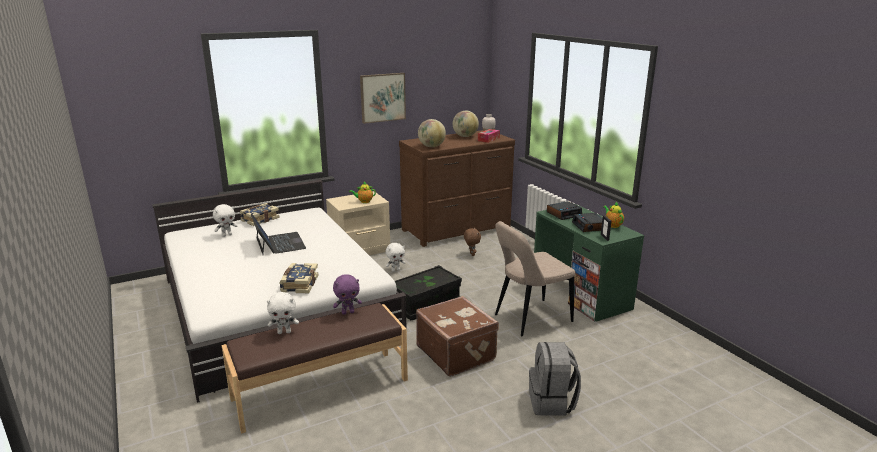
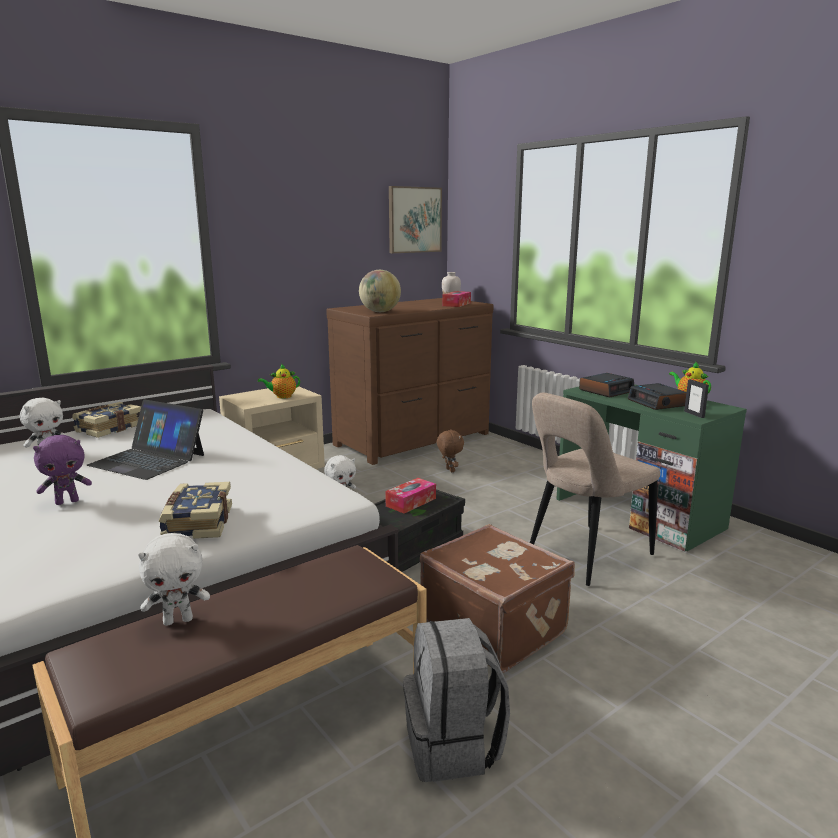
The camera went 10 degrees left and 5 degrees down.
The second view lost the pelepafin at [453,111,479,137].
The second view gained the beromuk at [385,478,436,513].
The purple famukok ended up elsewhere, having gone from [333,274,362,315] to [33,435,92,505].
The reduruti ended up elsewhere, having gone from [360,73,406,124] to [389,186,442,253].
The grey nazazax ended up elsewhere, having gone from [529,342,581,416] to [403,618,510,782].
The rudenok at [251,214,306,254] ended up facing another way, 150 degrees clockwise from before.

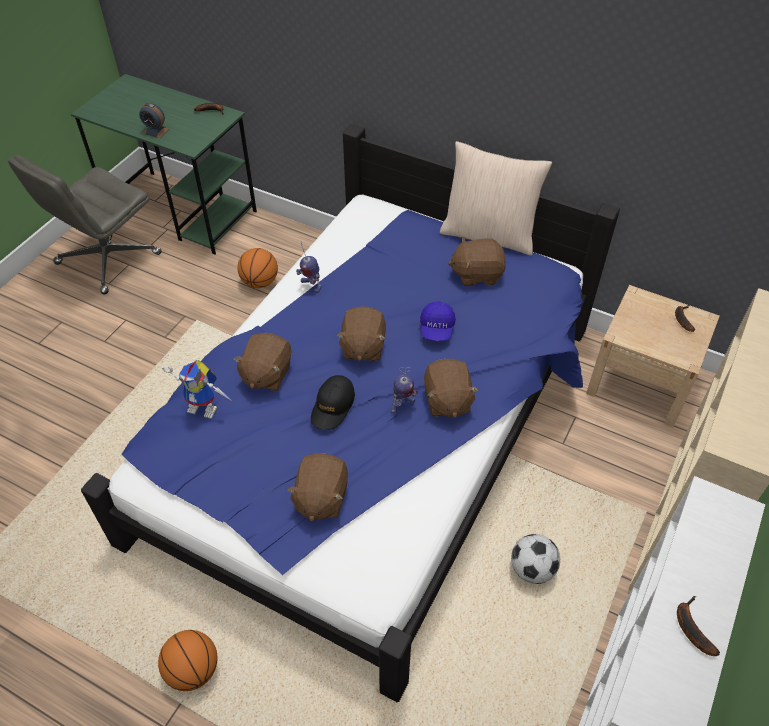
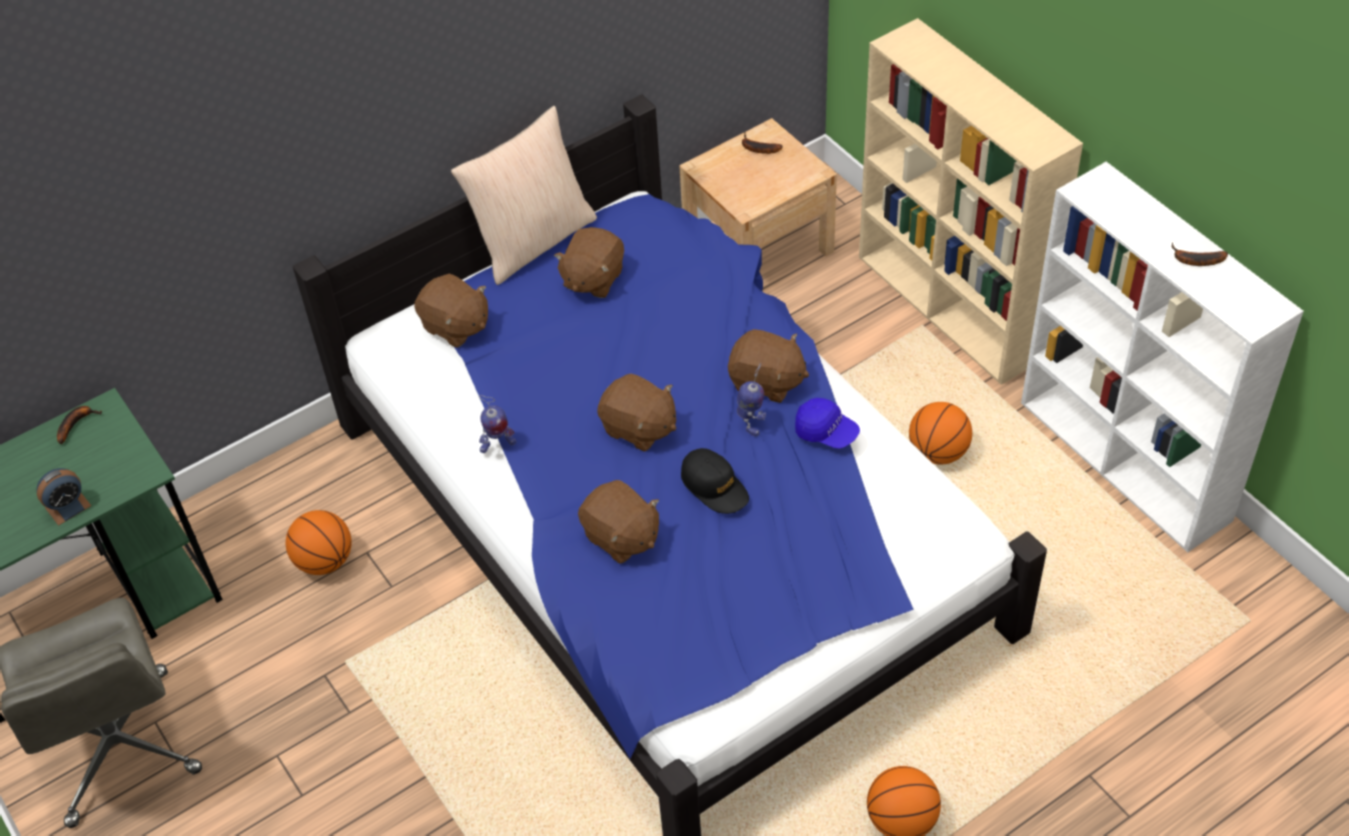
The camera went 60 degrees left and 0 degrees up.
The second view lost the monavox at [162,360,233,419].
The brown famukok ended up elsewhere, having gone from [287,453,348,522] to [414,274,488,348].
The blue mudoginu ended up elsewhere, having gone from [420,301,456,341] to [795,398,860,449].
Where the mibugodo stood at [511,534,560,584], the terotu came to stand at [909,402,972,465].

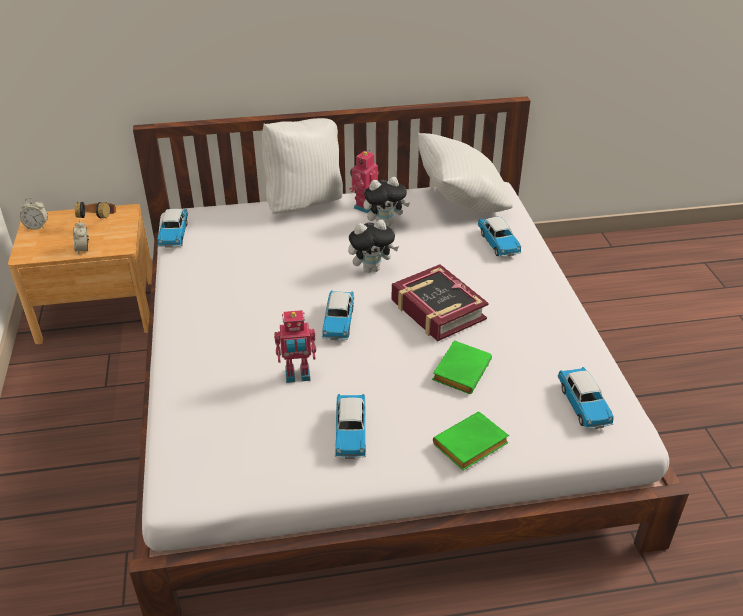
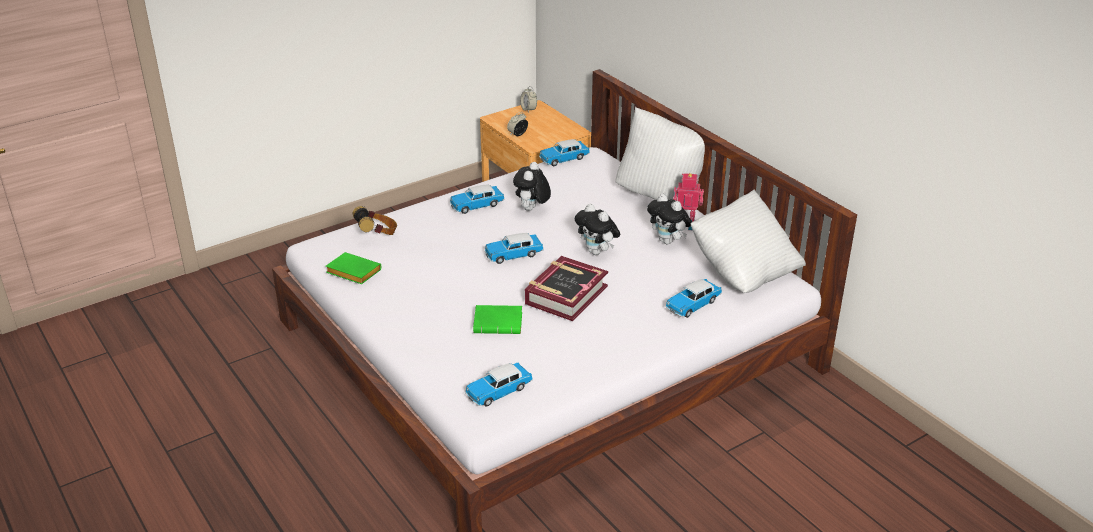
The camera went 65 degrees right and 5 degrees down.
The second view lost the monavox at [274,310,316,383].
The second view gained the famukok at [513,162,551,211].
The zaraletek ended up elsewhere, having gone from [75,202,116,218] to [353,206,397,235].
The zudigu ended up elsewhere, having gone from [335,394,366,459] to [450,184,505,214].
The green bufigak ended up elsewhere, having gone from [433,412,509,470] to [326,252,381,284].

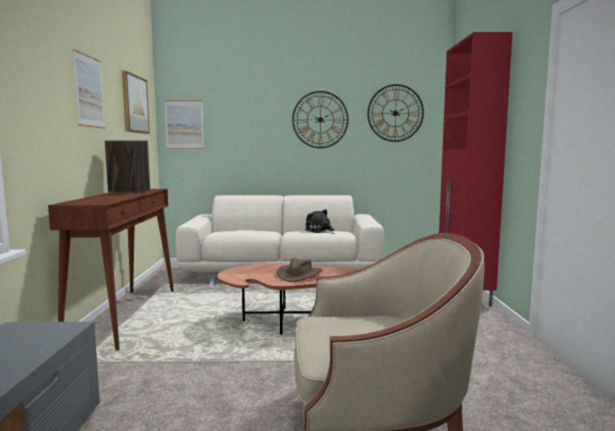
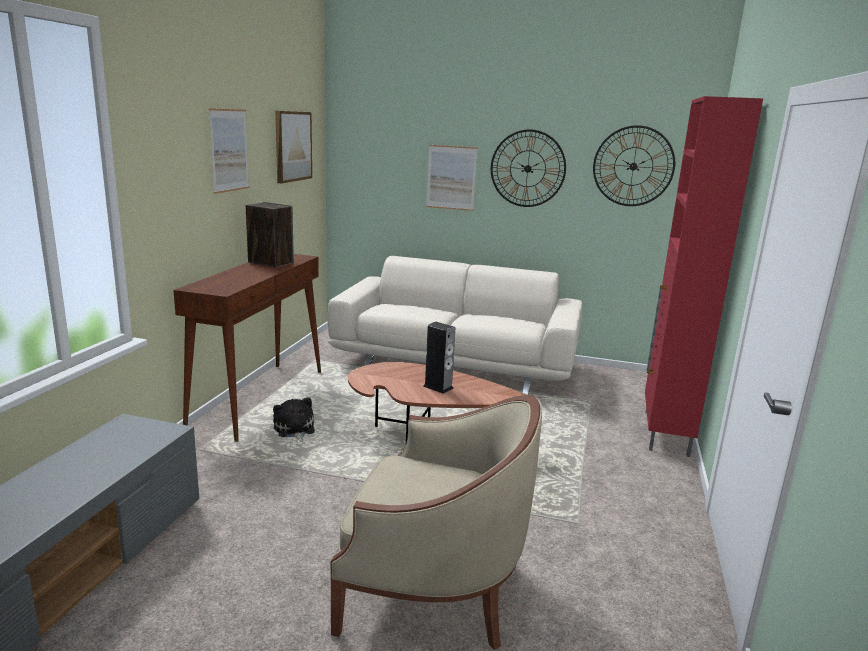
The camera went 15 degrees right and 10 degrees up.
The reduruti ended up elsewhere, having gone from [164,100,204,149] to [426,145,478,211].
The famukok ended up elsewhere, having gone from [305,209,335,234] to [273,397,315,442].
Where the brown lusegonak stood at [277,258,323,282], the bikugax came to stand at [423,322,455,394].

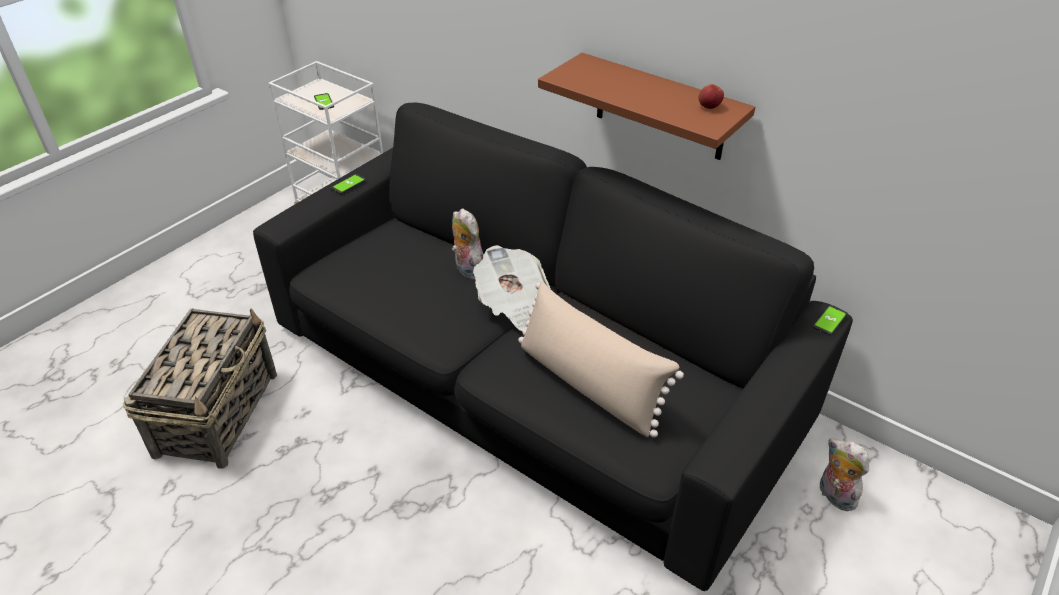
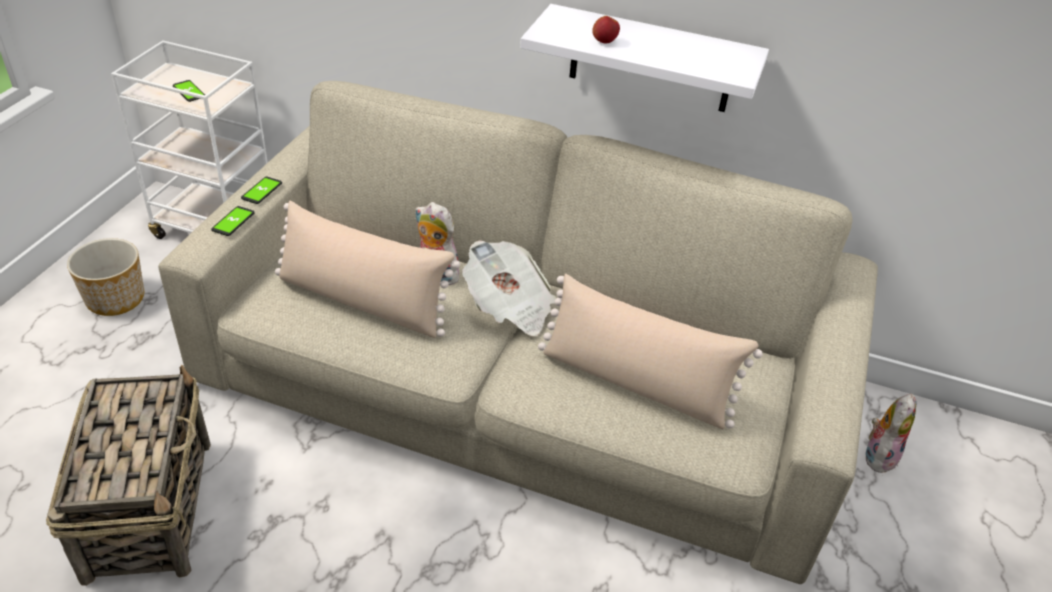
The camera went 20 degrees left and 0 degrees up.
The second view gained the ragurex at [67,238,144,316].
The second view gained the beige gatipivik at [275,200,460,338].
The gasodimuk ended up elsewhere, having gone from [699,84,724,109] to [592,16,620,44].
The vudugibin ended up elsewhere, having gone from [813,305,848,335] to [211,206,255,236].
What was the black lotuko at [253,103,853,591] turned into the beige lotuko at [158,81,878,584].
What was the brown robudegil at [538,53,755,160] turned into the white robudegil at [520,4,769,112].
The famukok at [819,438,869,511] ended up facing another way, 90 degrees clockwise from before.

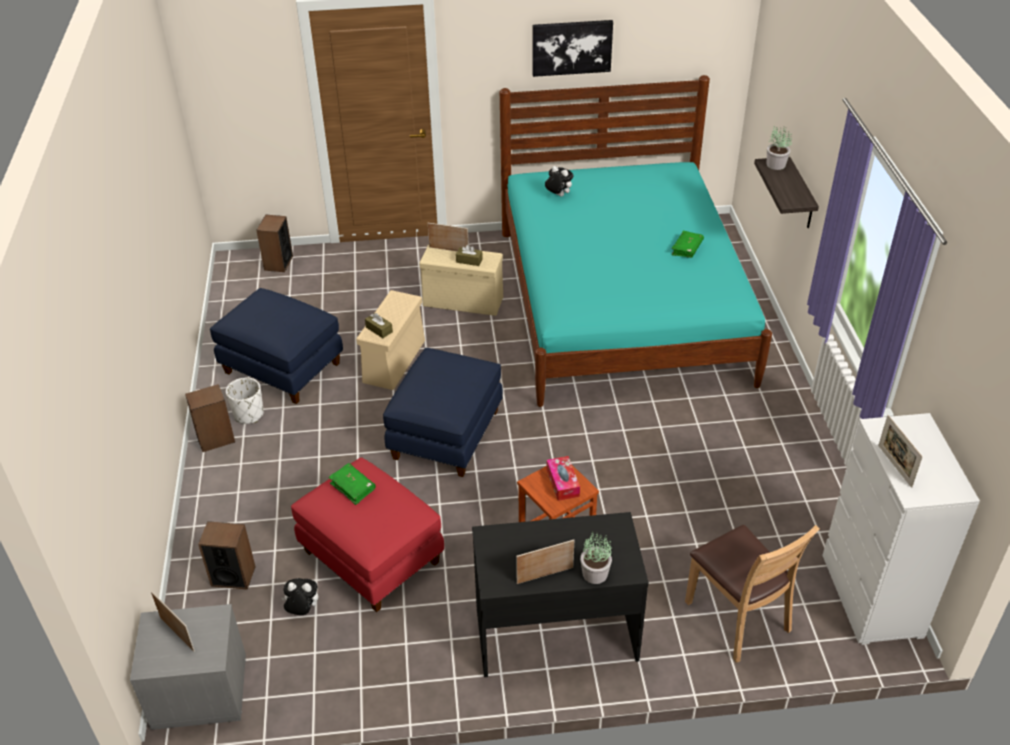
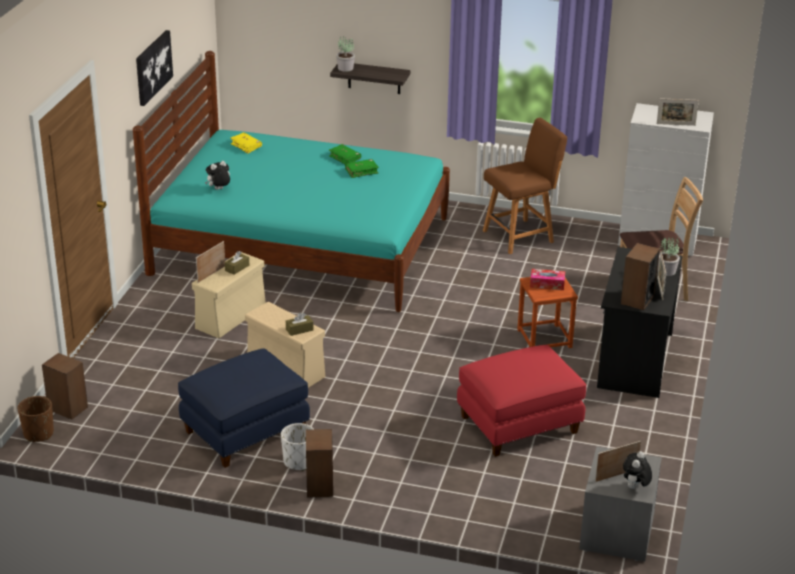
The camera went 70 degrees left and 10 degrees down.
The second view lost the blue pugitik at [383,348,503,477].
The second view gained the brown ragurex at [18,396,54,442].
The second view gained the yellow bufigak at [230,132,262,154].
The second view gained the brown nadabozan at [483,118,567,254].
The bikugax ended up elsewhere, having gone from [198,521,256,590] to [621,243,660,310].
The famukok ended up elsewhere, having gone from [281,578,318,615] to [623,451,652,489].
The green bufigak ended up elsewhere, having gone from [329,463,376,505] to [345,159,379,178].

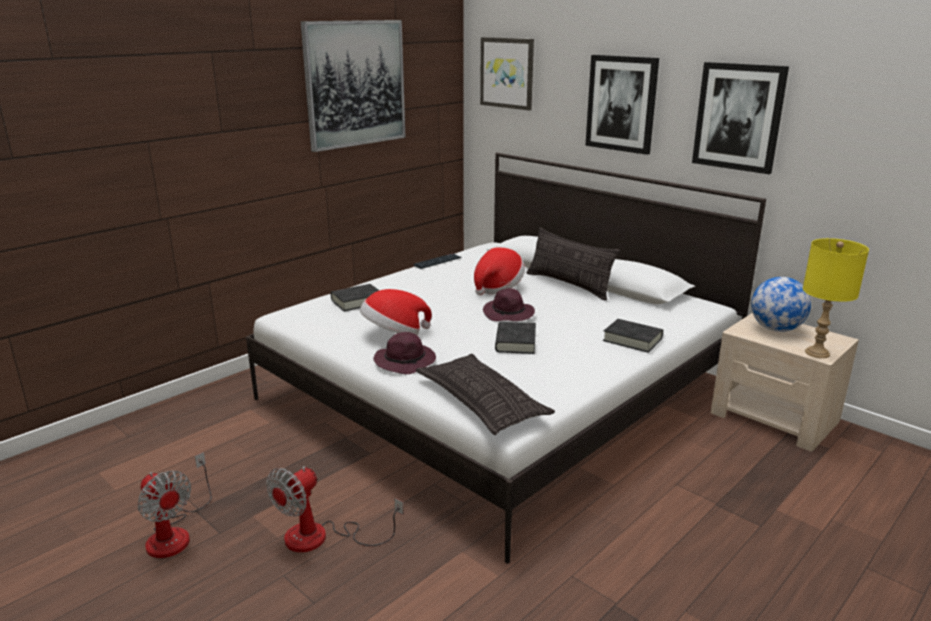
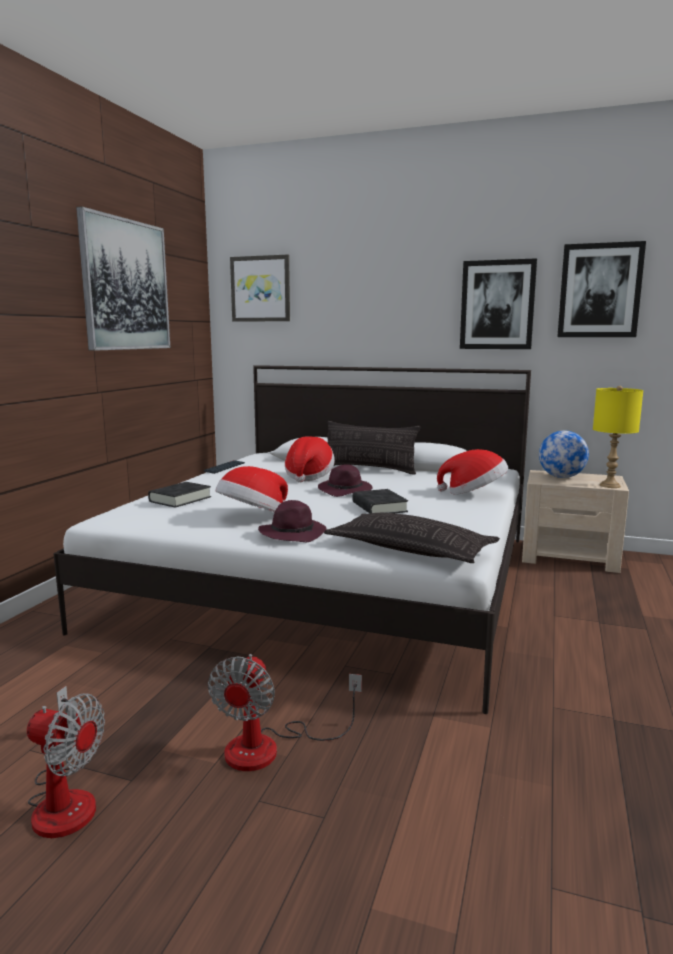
The camera went 25 degrees left and 10 degrees down.
The reduruti ended up elsewhere, having gone from [585,55,659,155] to [557,241,646,337].
Where the black bufigak stood at [603,319,663,353], the lusegonak came to stand at [437,449,508,495].

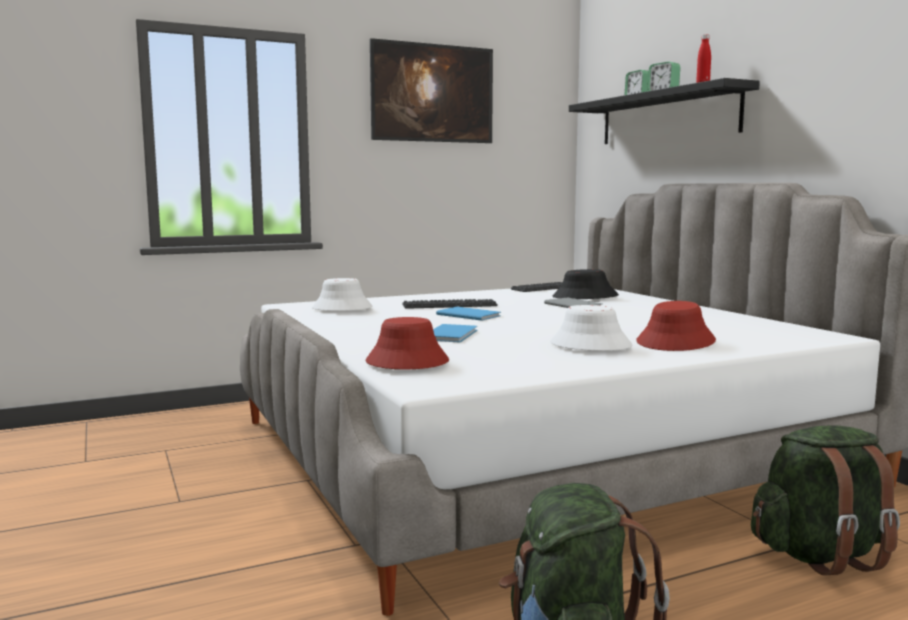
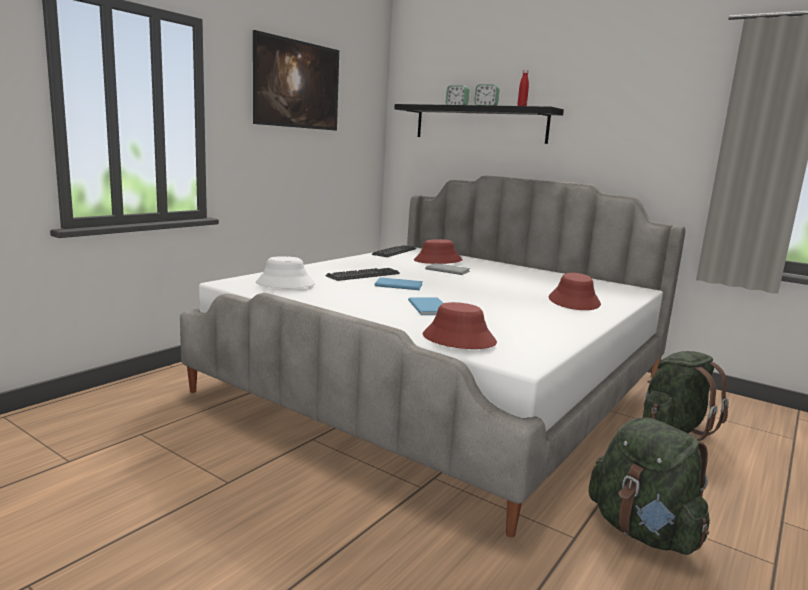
The camera went 30 degrees left and 5 degrees up.
The second view lost the white lusegonak at [550,305,633,351].
What was the black lusegonak at [552,269,619,299] turned into the red lusegonak at [414,239,463,264].

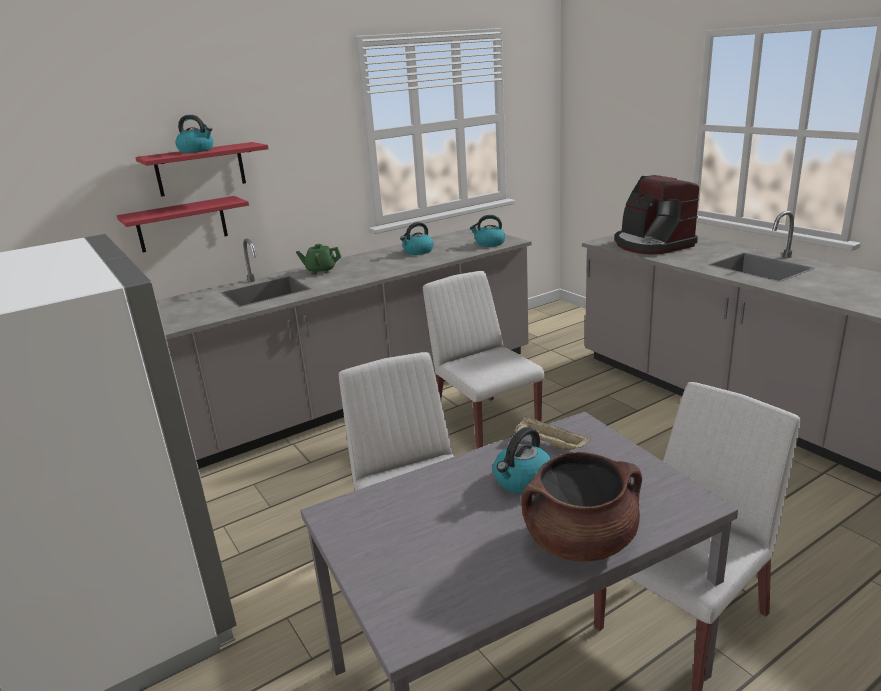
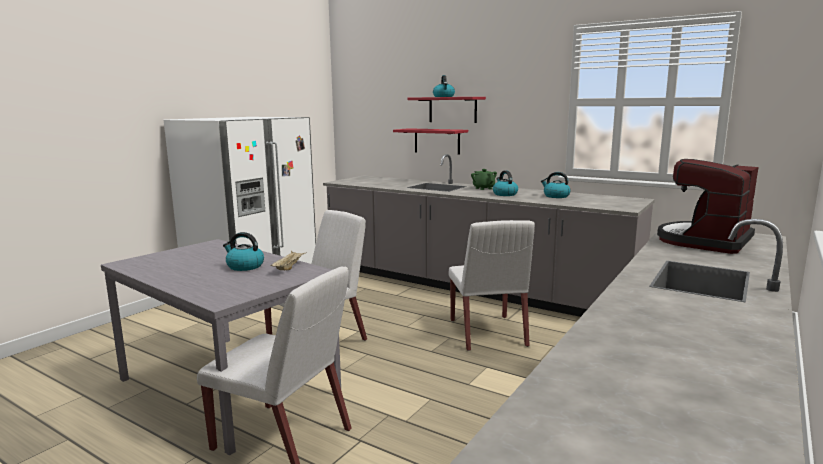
The camera went 65 degrees right and 10 degrees down.
The second view lost the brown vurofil at [521,452,642,561].
The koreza ended up elsewhere, having gone from [470,215,505,247] to [493,171,518,196].
The white nadabozan at [423,271,545,449] ended up facing another way, 135 degrees clockwise from before.

